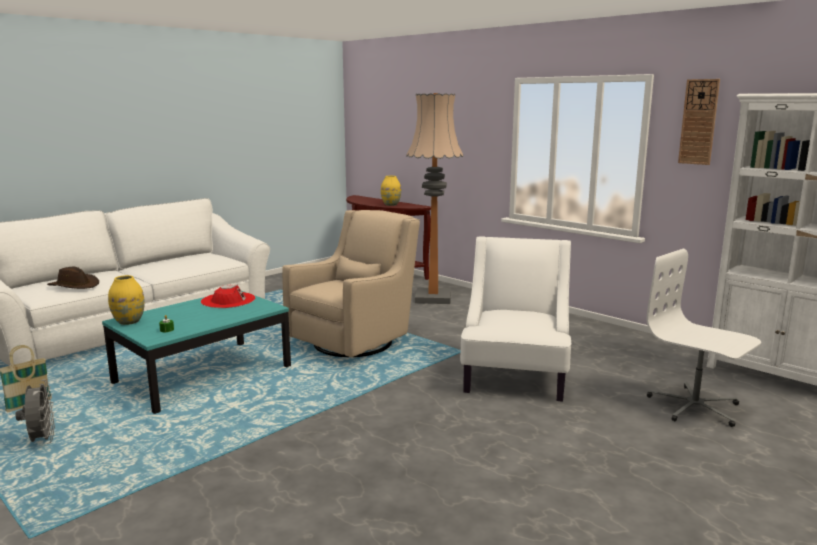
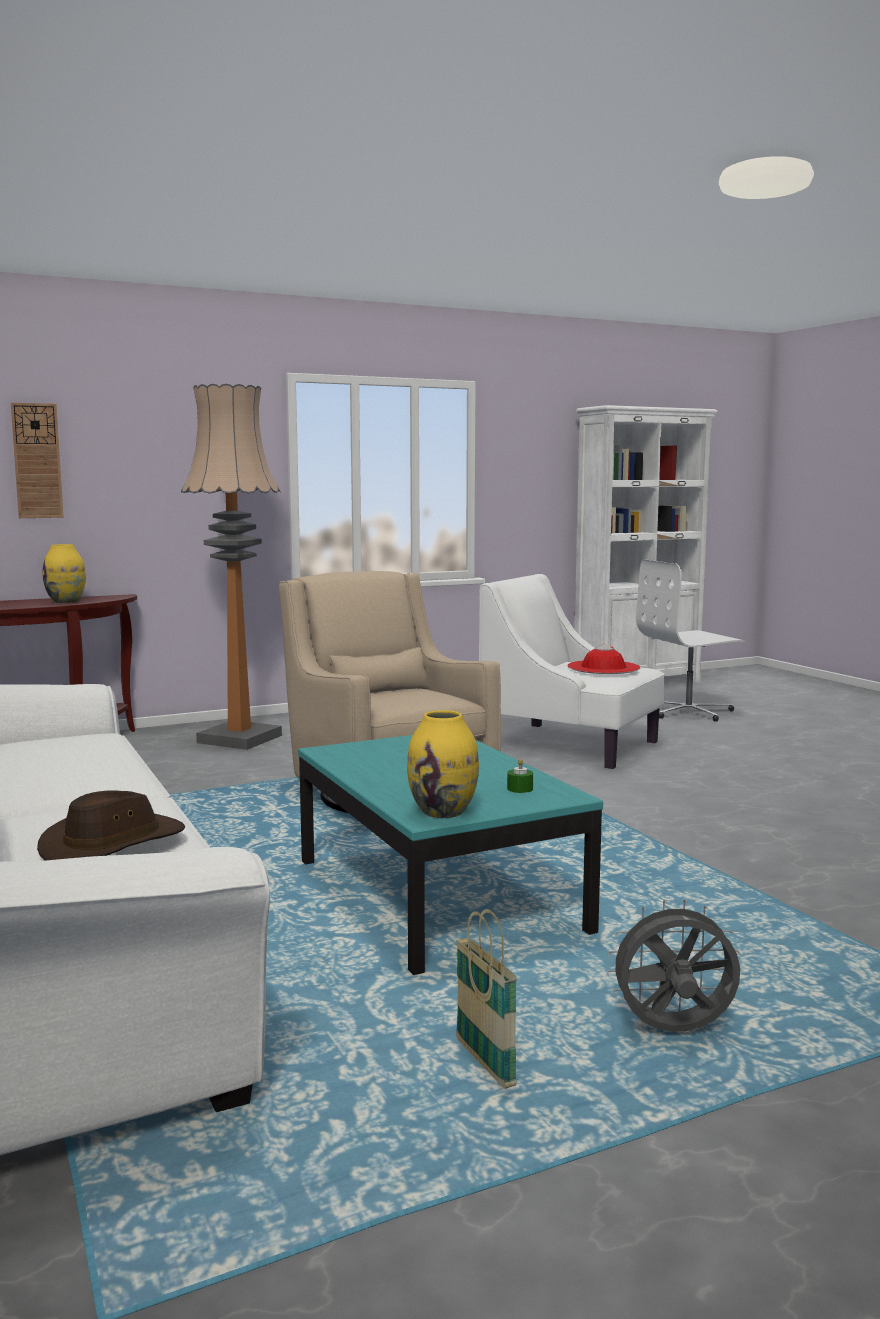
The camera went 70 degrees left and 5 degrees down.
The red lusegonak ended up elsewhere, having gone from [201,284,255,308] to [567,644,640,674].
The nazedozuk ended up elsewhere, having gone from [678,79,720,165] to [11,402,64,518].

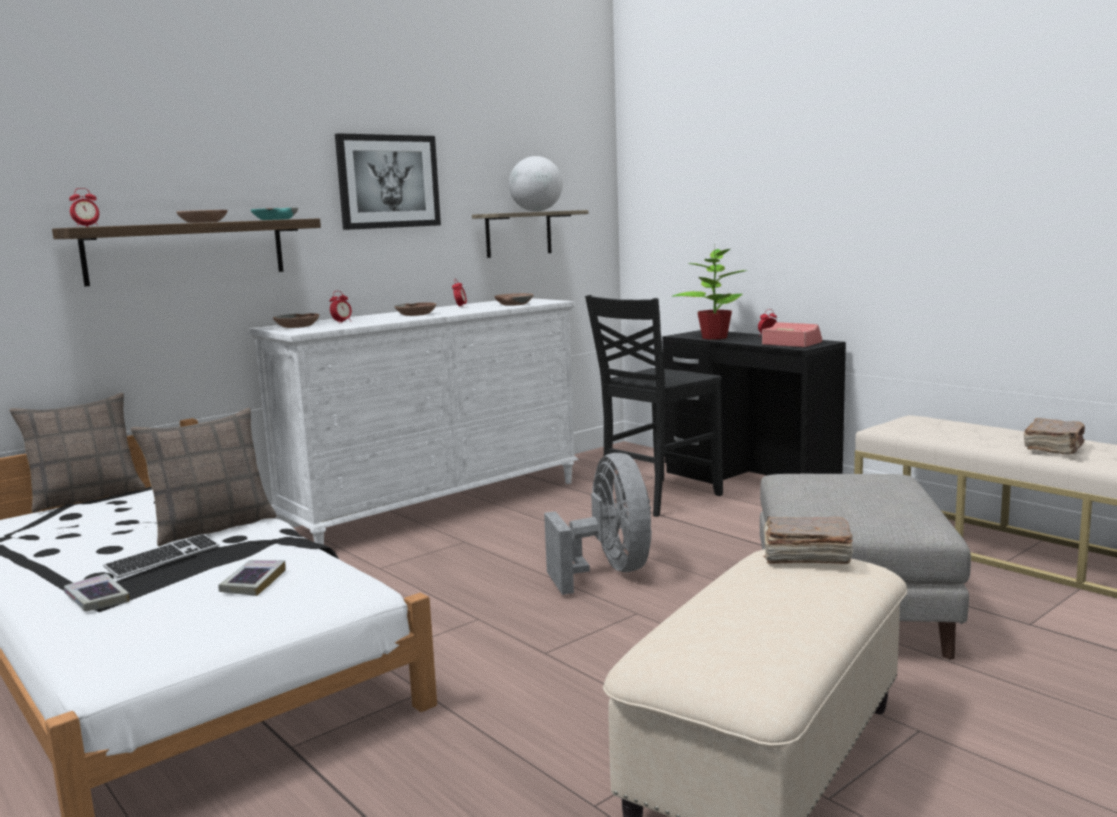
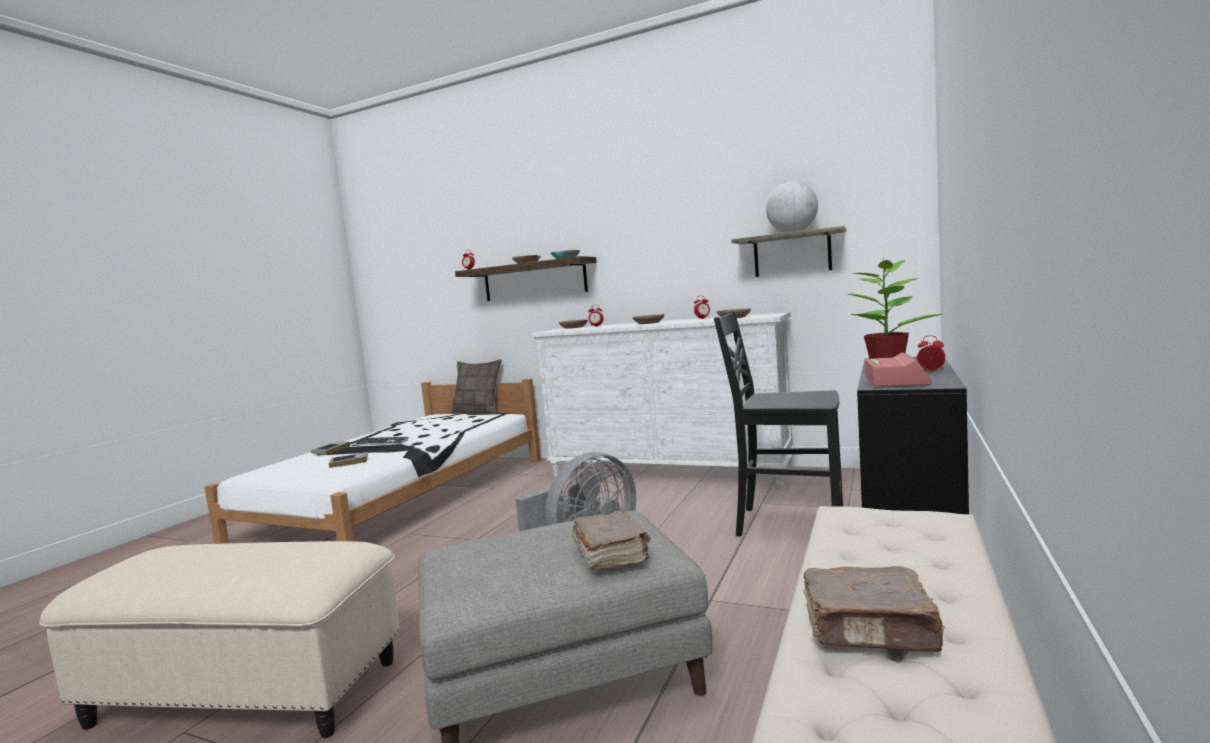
The camera went 65 degrees right and 5 degrees down.
The second view lost the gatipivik at [131,408,277,547].
The second view lost the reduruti at [335,133,441,230].
The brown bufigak ended up elsewhere, having gone from [763,517,853,564] to [572,510,651,571].

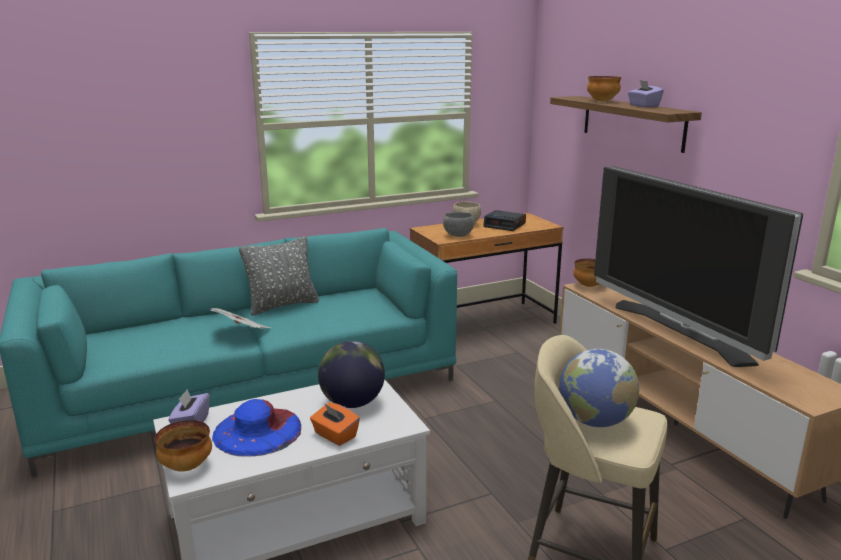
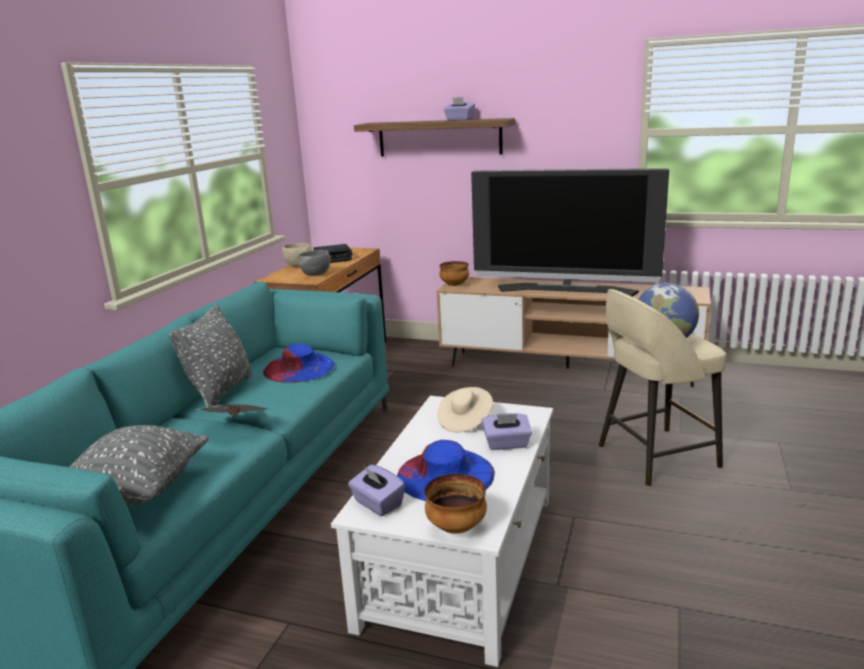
The camera went 45 degrees left and 0 degrees up.
The second view lost the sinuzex at [587,76,621,102].
The second view gained the grey gatipivik at [69,425,209,504].
The second view gained the blue lusegonak at [263,343,335,383].
Where the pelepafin stood at [318,341,385,408], the beige lusegonak came to stand at [438,387,493,432].
What was the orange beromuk at [310,402,360,446] turned into the purple beromuk at [482,413,532,450].

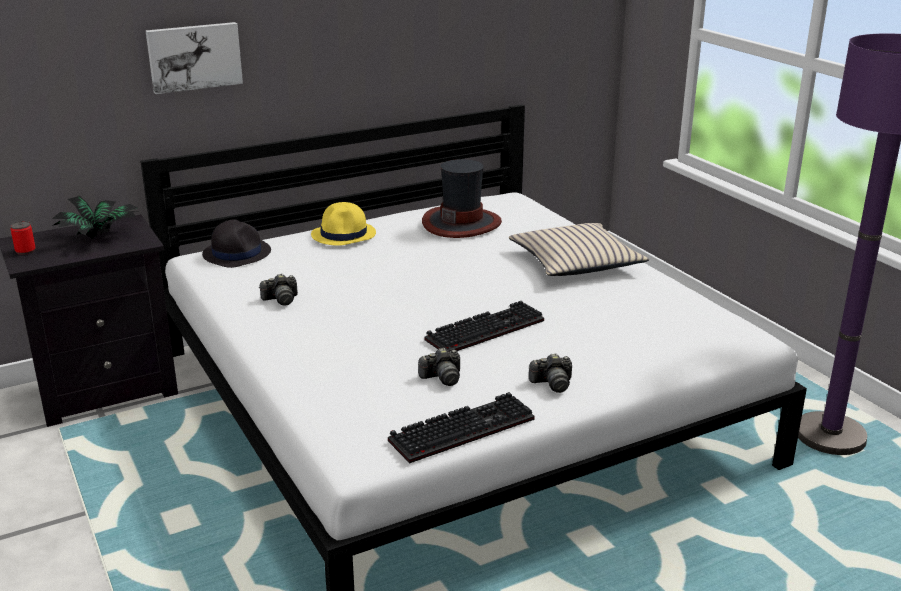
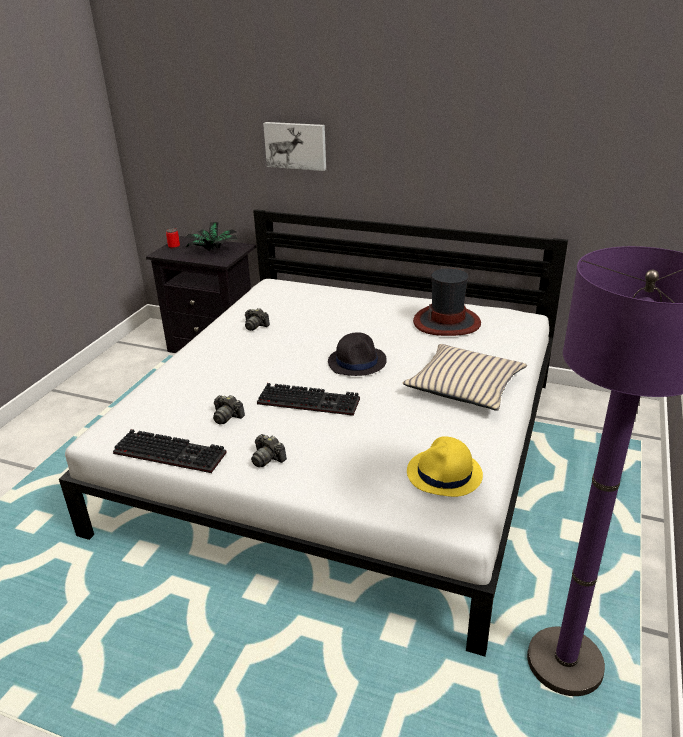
The camera went 50 degrees right and 5 degrees up.
The black lusegonak ended up elsewhere, having gone from [202,219,271,268] to [328,332,387,376].
The yellow lusegonak ended up elsewhere, having gone from [311,202,376,246] to [407,436,483,497].

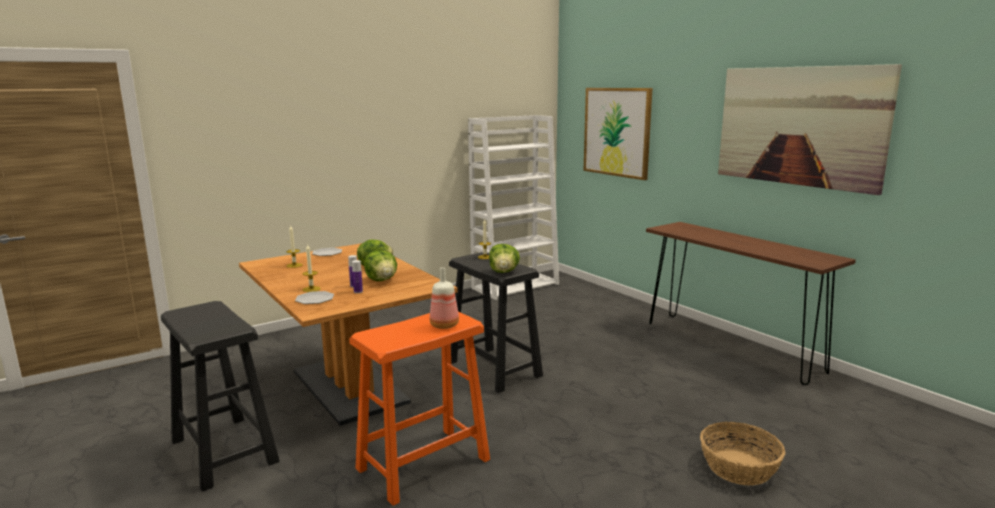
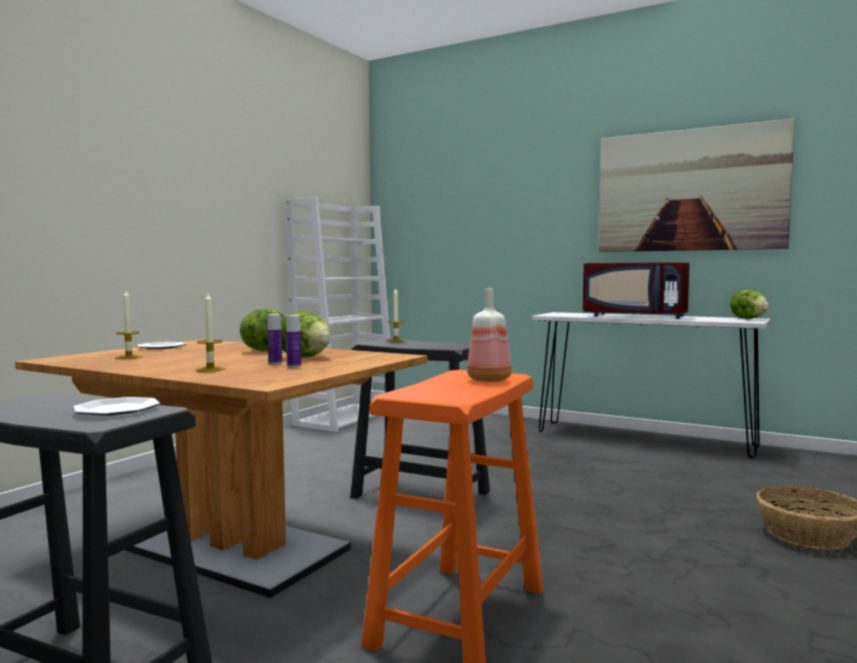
The camera went 25 degrees left and 10 degrees down.
The second view lost the reduruti at [584,88,652,180].
The second view gained the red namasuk at [583,262,689,319].
The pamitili ended up elsewhere, having gone from [295,291,334,304] to [73,397,160,416].
The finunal ended up elsewhere, having gone from [489,244,520,273] to [730,289,769,319].
What was the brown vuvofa at [646,222,856,385] turned into the white vuvofa at [532,312,770,458].

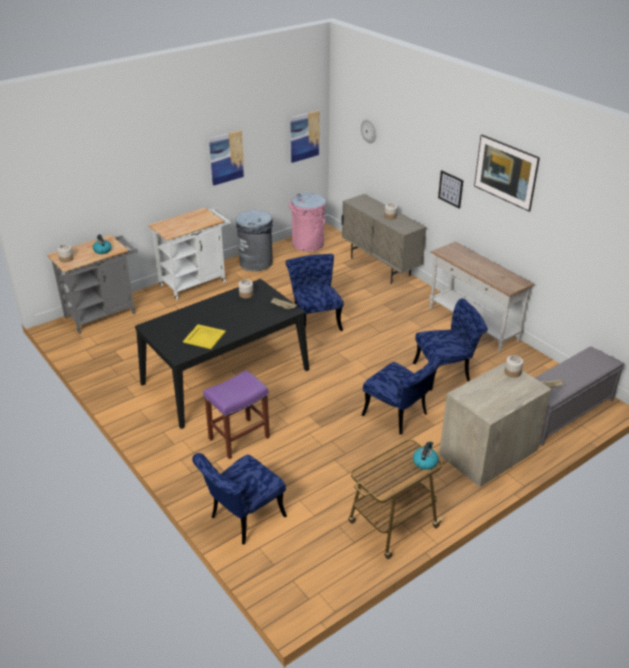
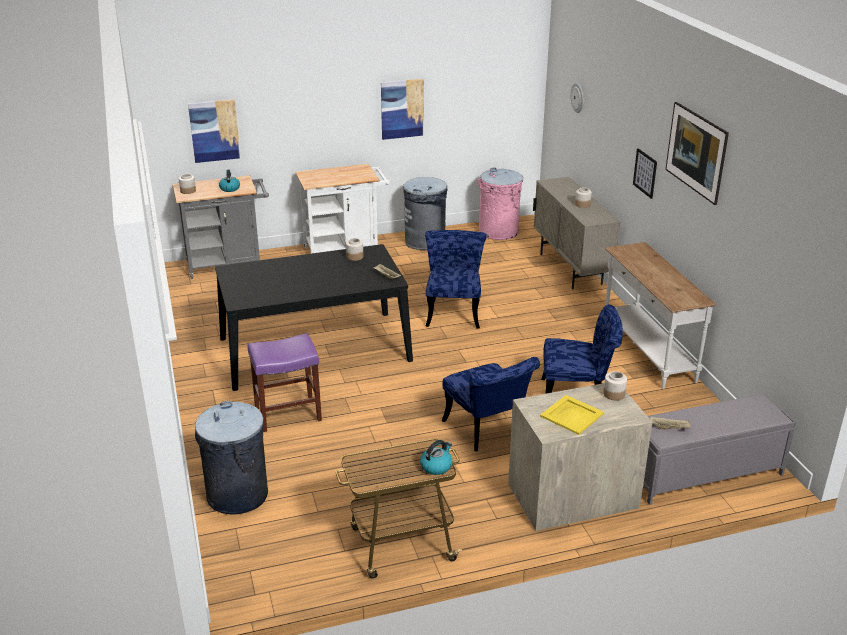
The camera went 20 degrees right and 5 degrees down.
The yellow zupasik ended up elsewhere, having gone from [183,324,226,349] to [540,395,604,435].
The reduruti ended up elsewhere, having gone from [290,110,320,163] to [188,99,241,163].
Where the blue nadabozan stood at [192,453,287,544], the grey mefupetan came to stand at [195,400,268,515].

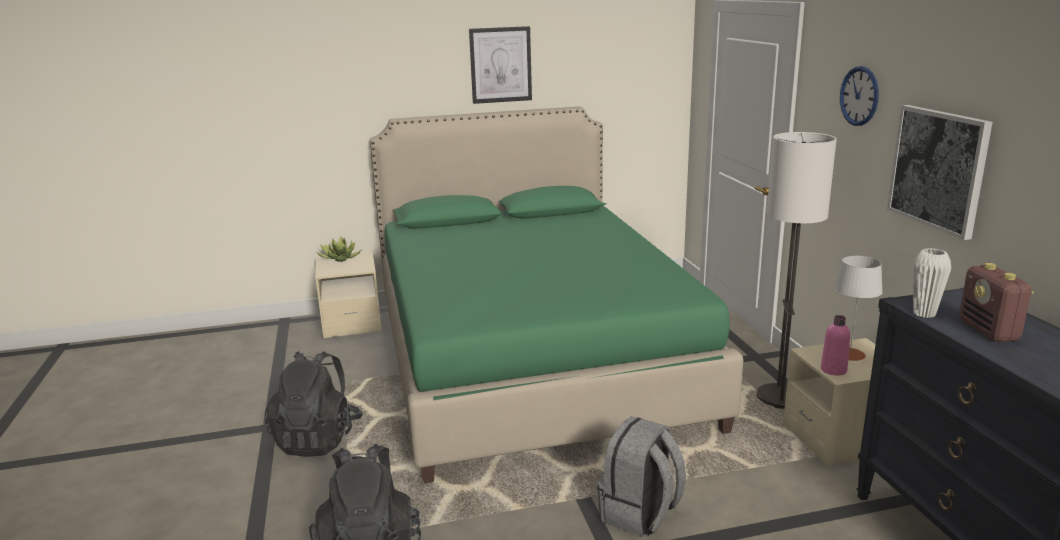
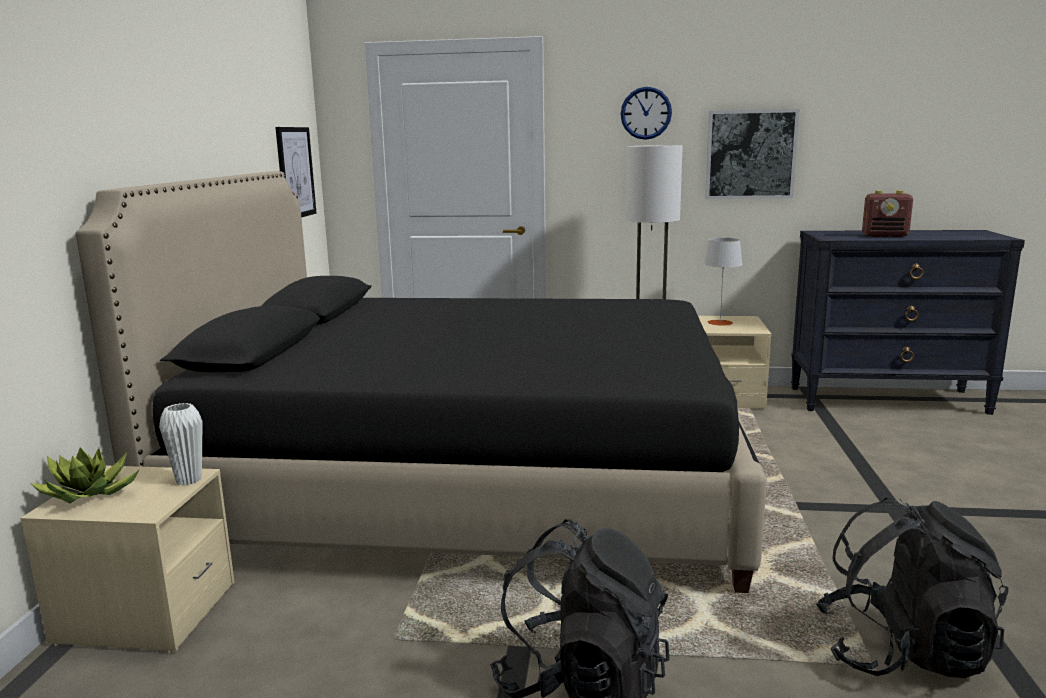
The camera went 70 degrees left and 5 degrees down.
The second view lost the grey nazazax at [597,416,686,537].
The second view lost the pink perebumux at [821,315,850,375].
The reduruti ended up elsewhere, having gone from [469,26,532,104] to [275,127,316,218].
The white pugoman ended up elsewhere, having gone from [913,248,951,318] to [159,403,202,485].
What was the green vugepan at [370,106,743,483] turned into the black vugepan at [76,171,767,593].

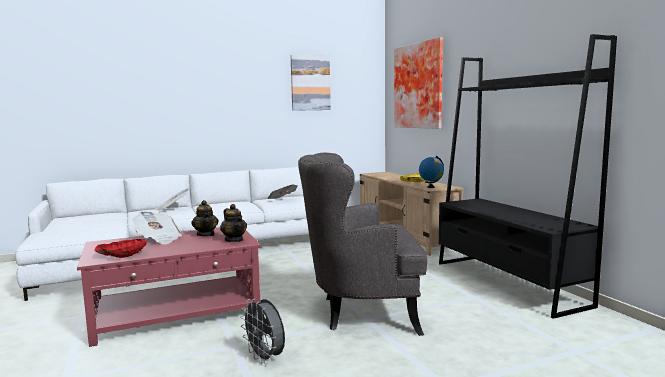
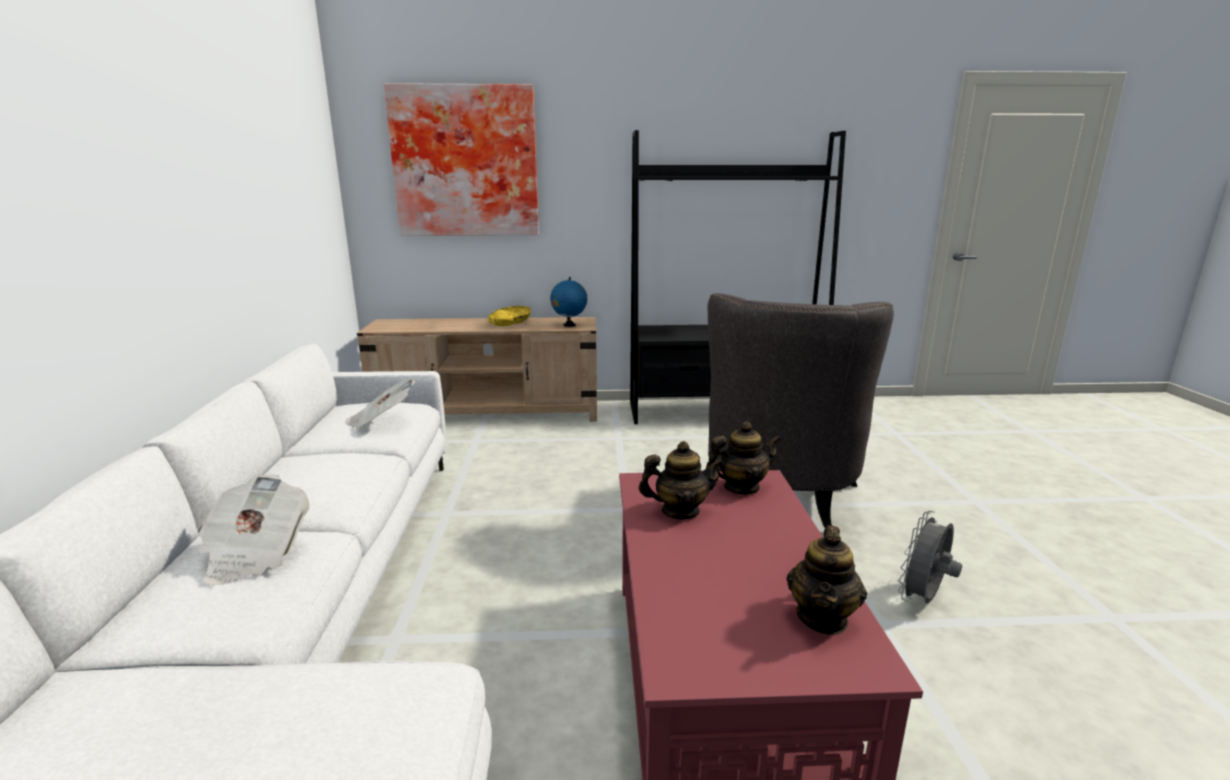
The camera went 70 degrees left and 10 degrees up.
The second view lost the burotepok at [132,211,182,245].
The second view lost the reduruti at [291,55,331,111].
Where the red sinuzex stood at [94,239,147,258], the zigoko came to stand at [786,525,867,635].
The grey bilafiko at [240,299,285,364] ended up facing another way, 150 degrees clockwise from before.

